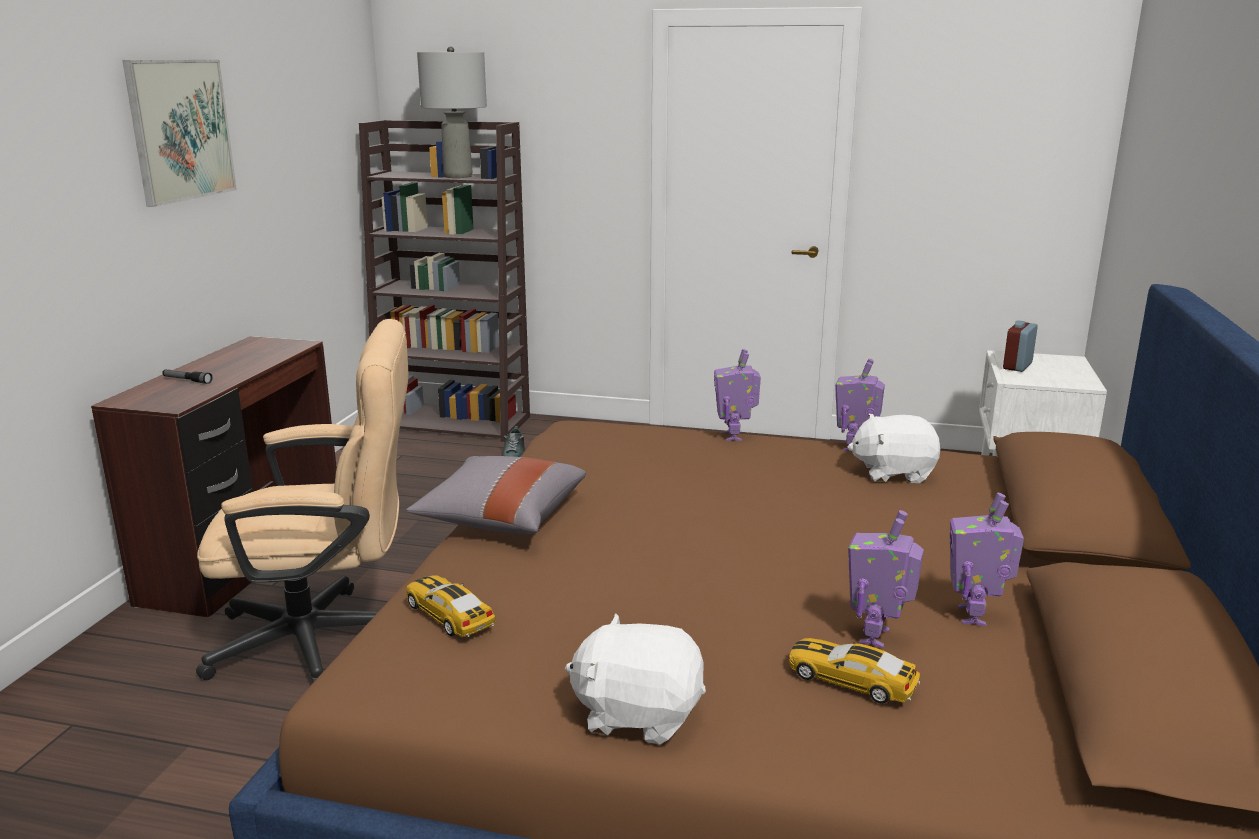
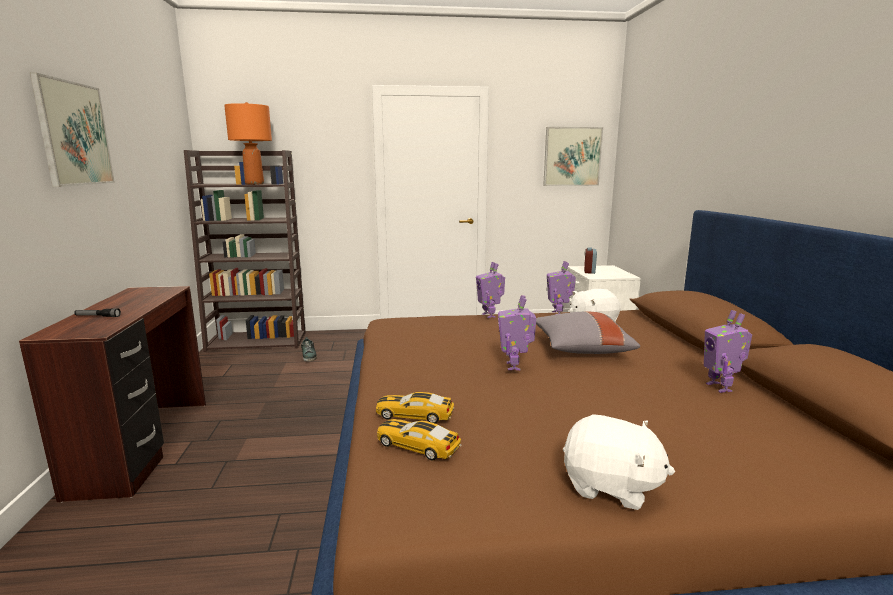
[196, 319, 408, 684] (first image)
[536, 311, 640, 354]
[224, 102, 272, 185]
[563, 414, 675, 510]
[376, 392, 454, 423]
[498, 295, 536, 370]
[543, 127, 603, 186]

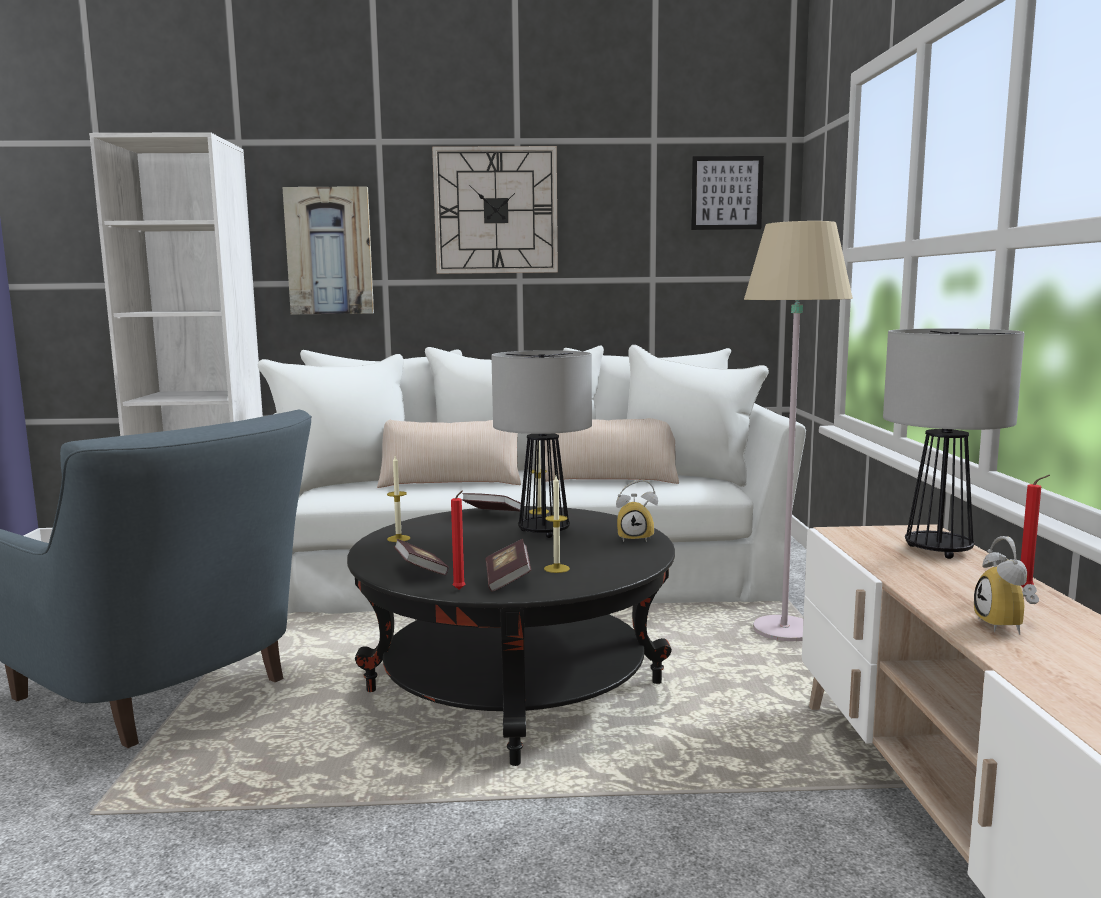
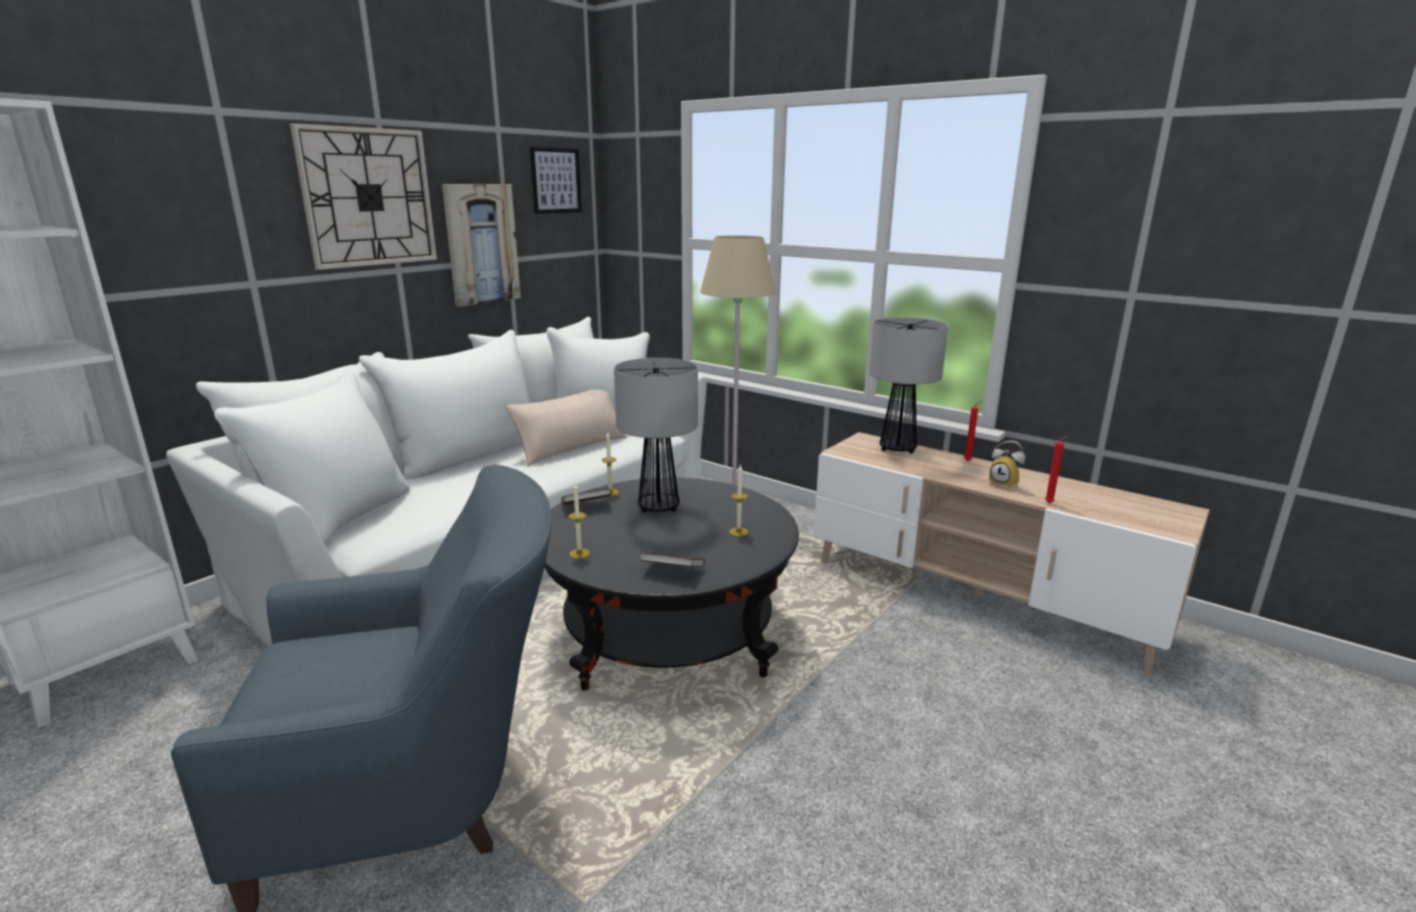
[442, 184, 521, 307]
[377, 420, 521, 488] (first image)
[1045, 436, 1068, 503]
[486, 539, 531, 592] (first image)
[616, 480, 658, 542] (first image)

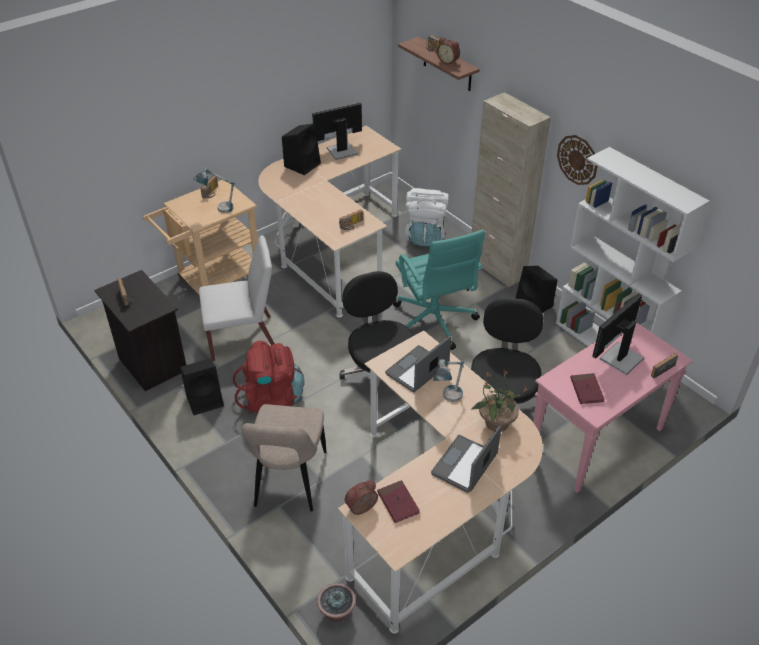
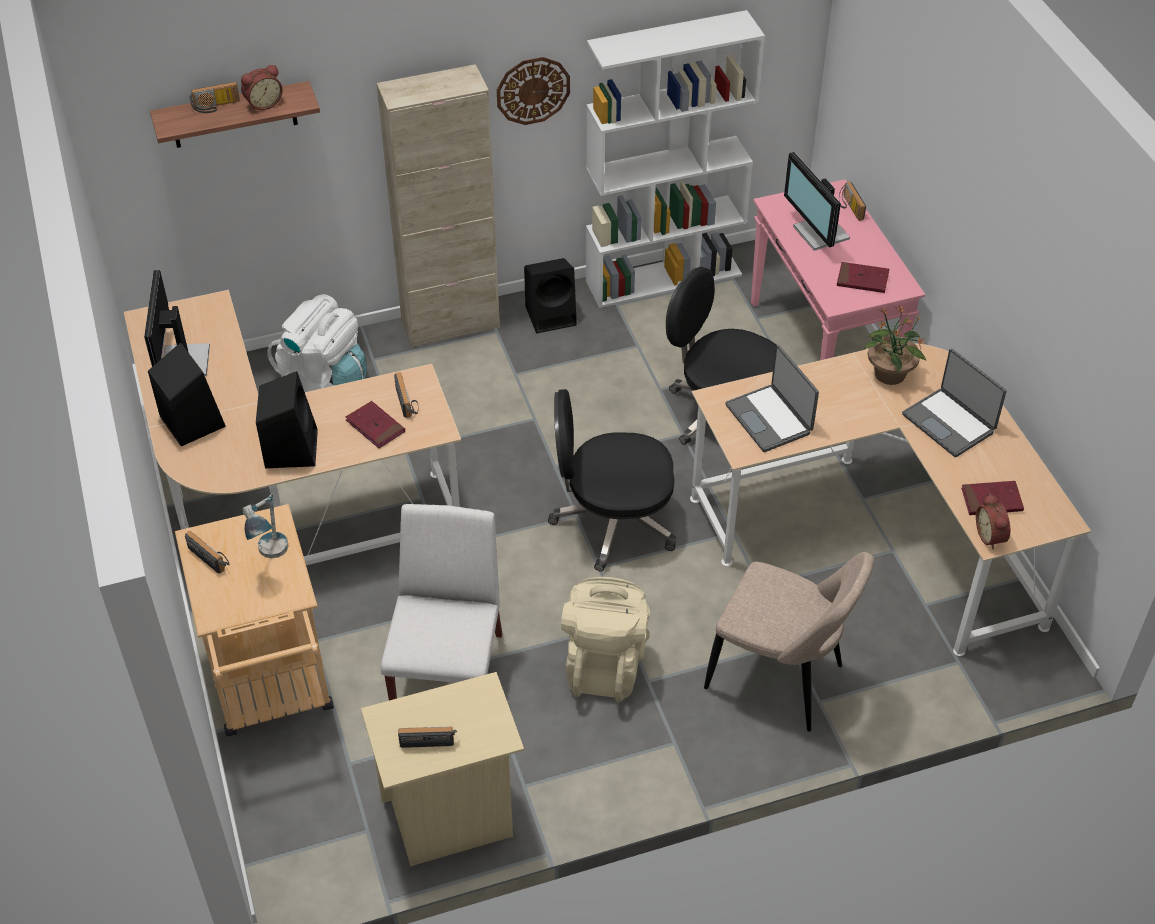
[361, 672, 524, 866]
[256, 371, 318, 468]
[561, 577, 650, 702]
[317, 583, 356, 622] (first image)
[393, 230, 485, 350] (first image)
[433, 359, 464, 402] (first image)
[346, 401, 405, 448]

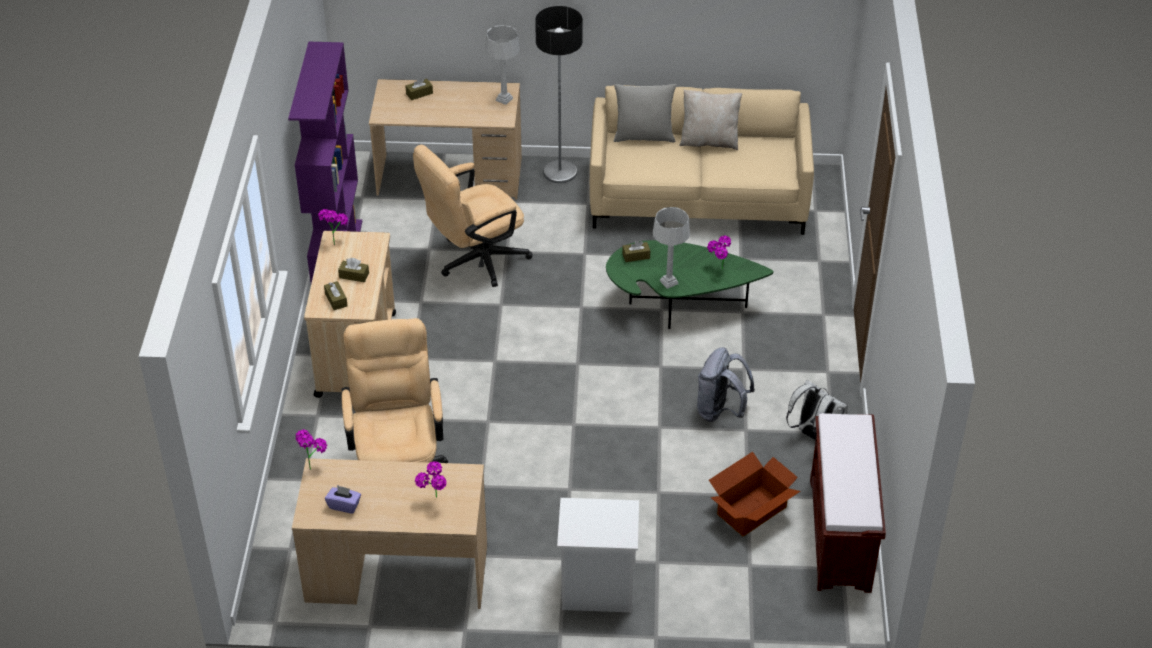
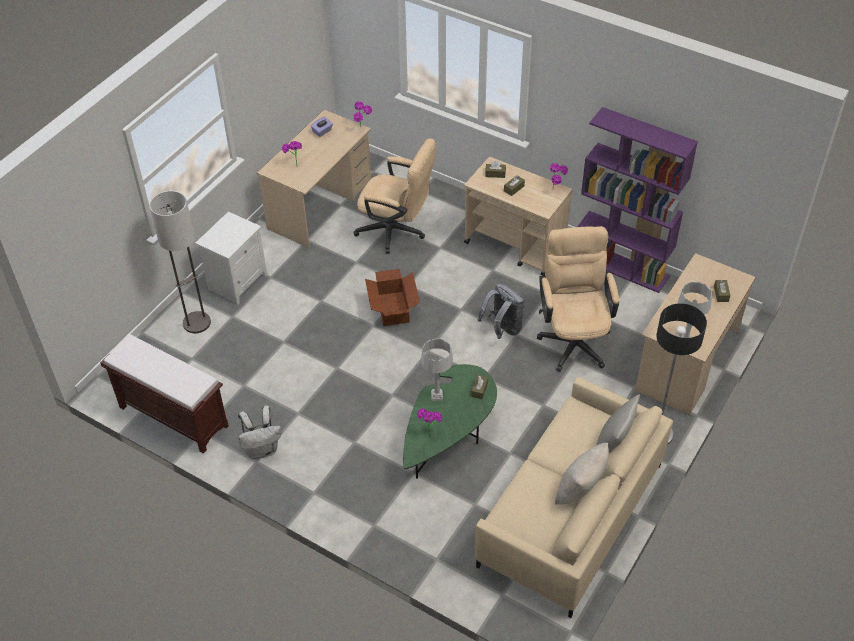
[478, 284, 525, 339]
[365, 269, 420, 326]
[149, 190, 211, 333]

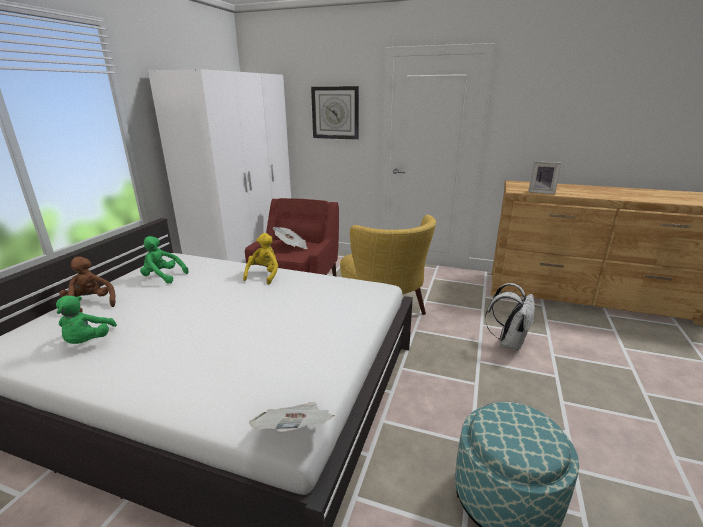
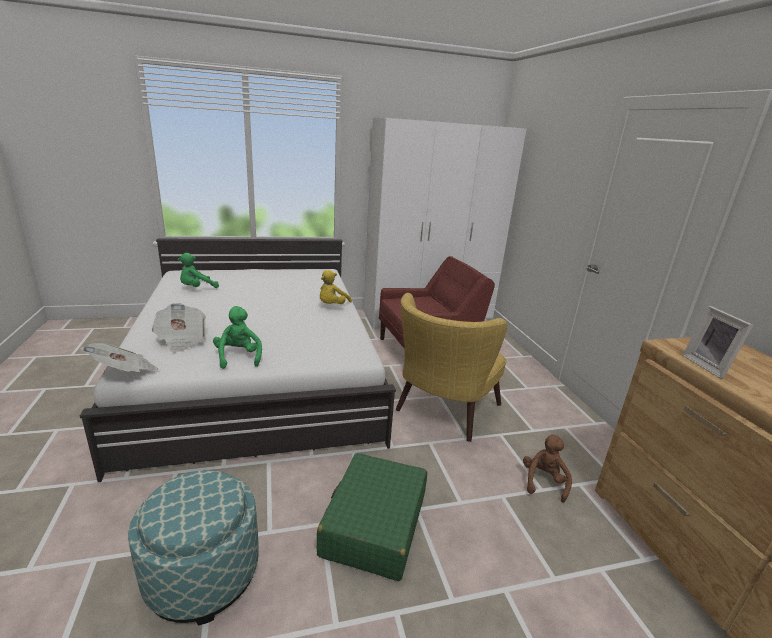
[523, 434, 572, 503]
[213, 306, 262, 369]
[320, 270, 352, 304]
[152, 303, 206, 353]
[311, 86, 359, 140] (first image)
[485, 283, 535, 351] (first image)
[317, 453, 427, 581]

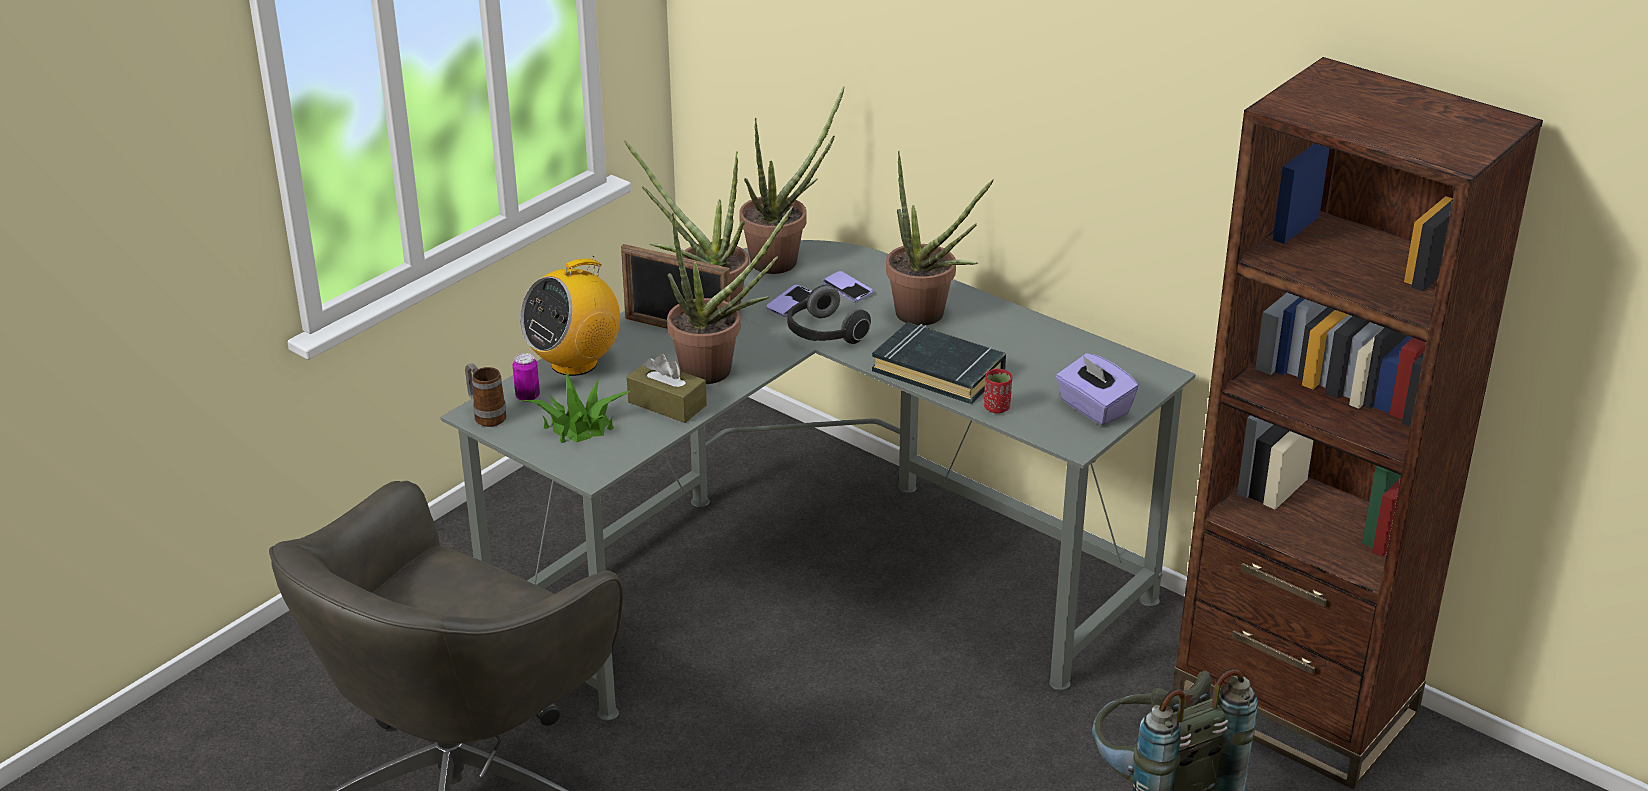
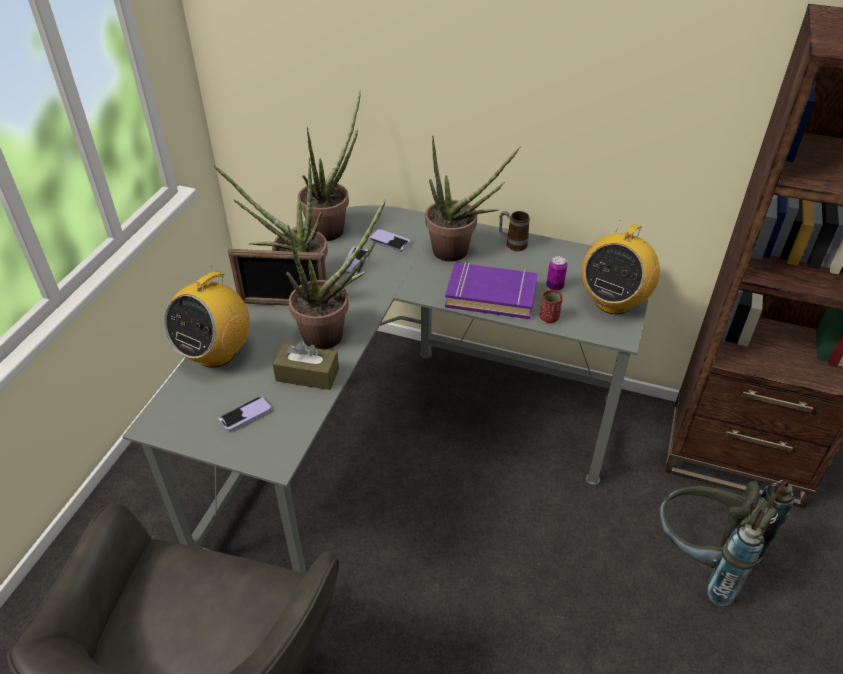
[499, 211, 530, 251]
[547, 256, 567, 291]
[218, 396, 271, 431]
[787, 285, 871, 344] (first image)
[445, 262, 537, 319]
[581, 220, 660, 314]

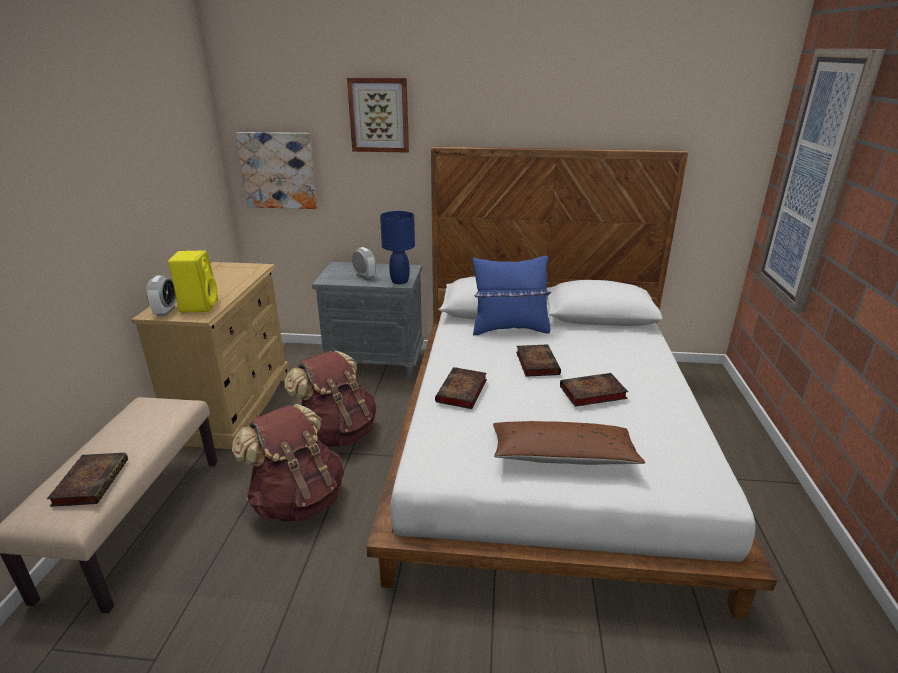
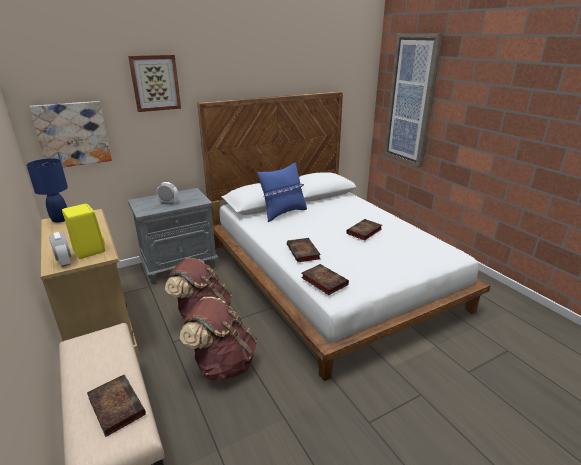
[26, 158, 68, 223]
[493, 421, 645, 465] (first image)
[301, 264, 349, 295]

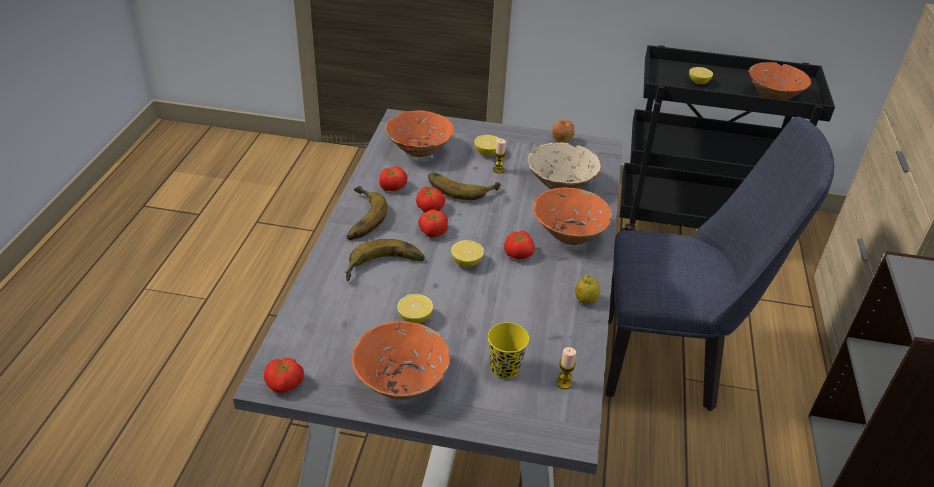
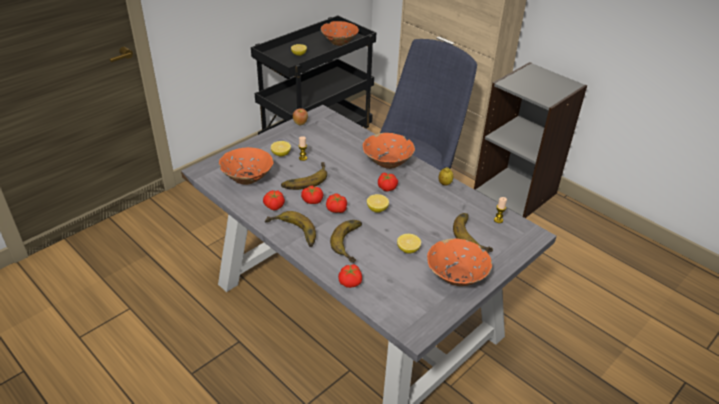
[338, 264, 362, 288]
[453, 213, 493, 253]
[528, 143, 601, 189] (first image)

